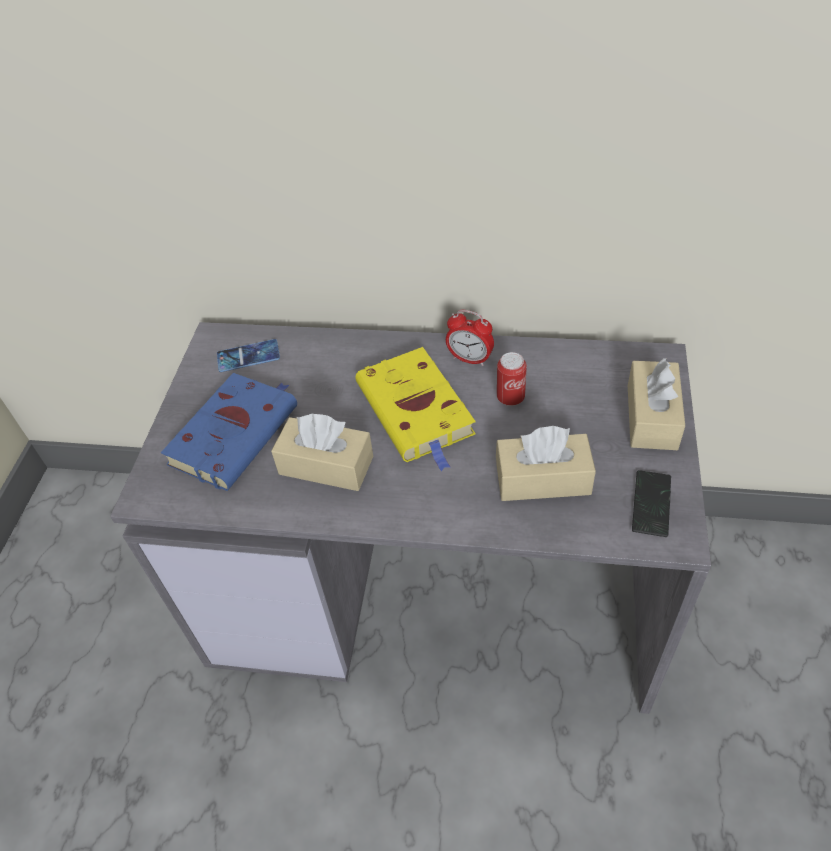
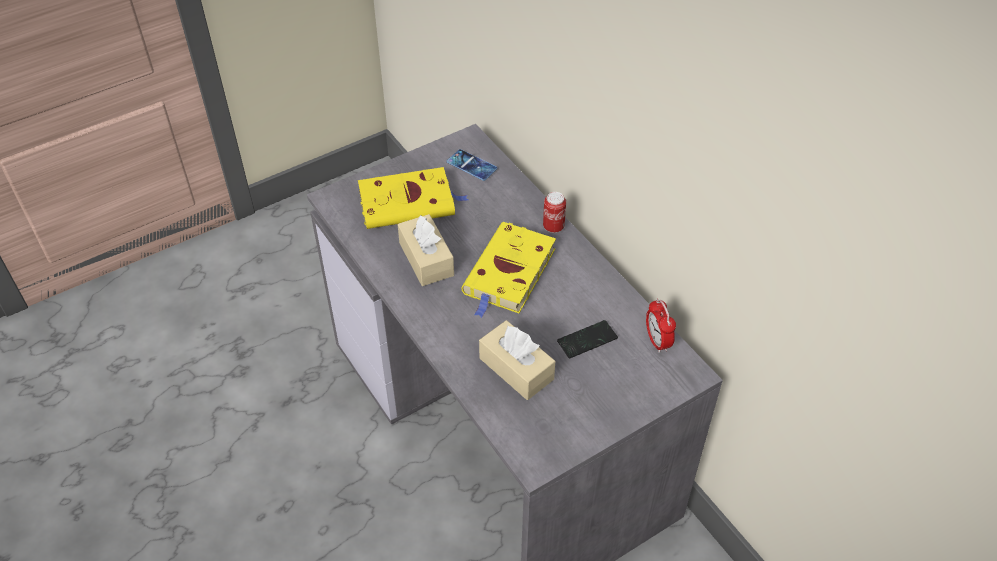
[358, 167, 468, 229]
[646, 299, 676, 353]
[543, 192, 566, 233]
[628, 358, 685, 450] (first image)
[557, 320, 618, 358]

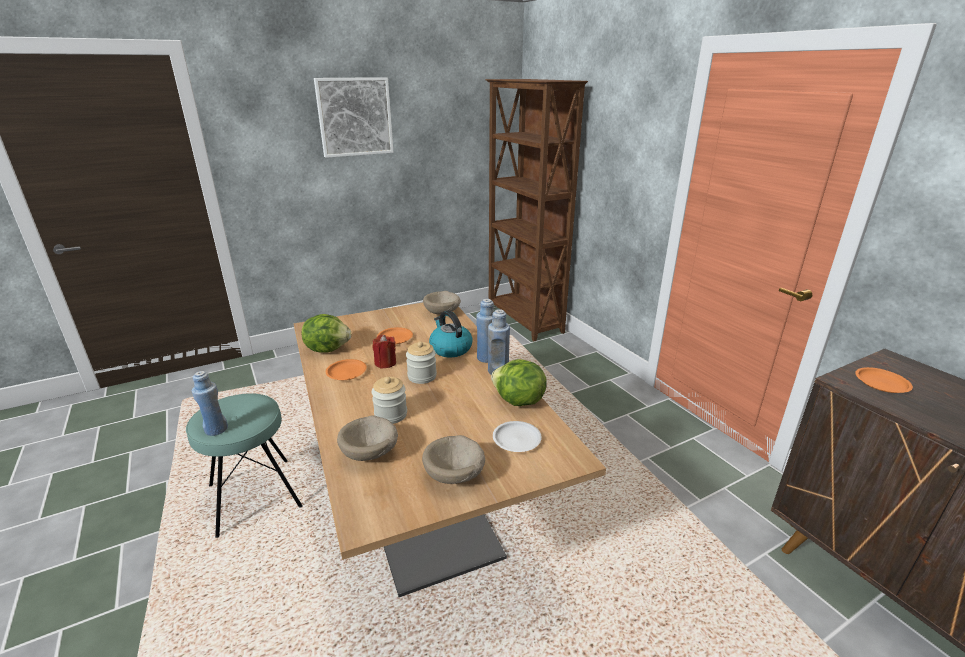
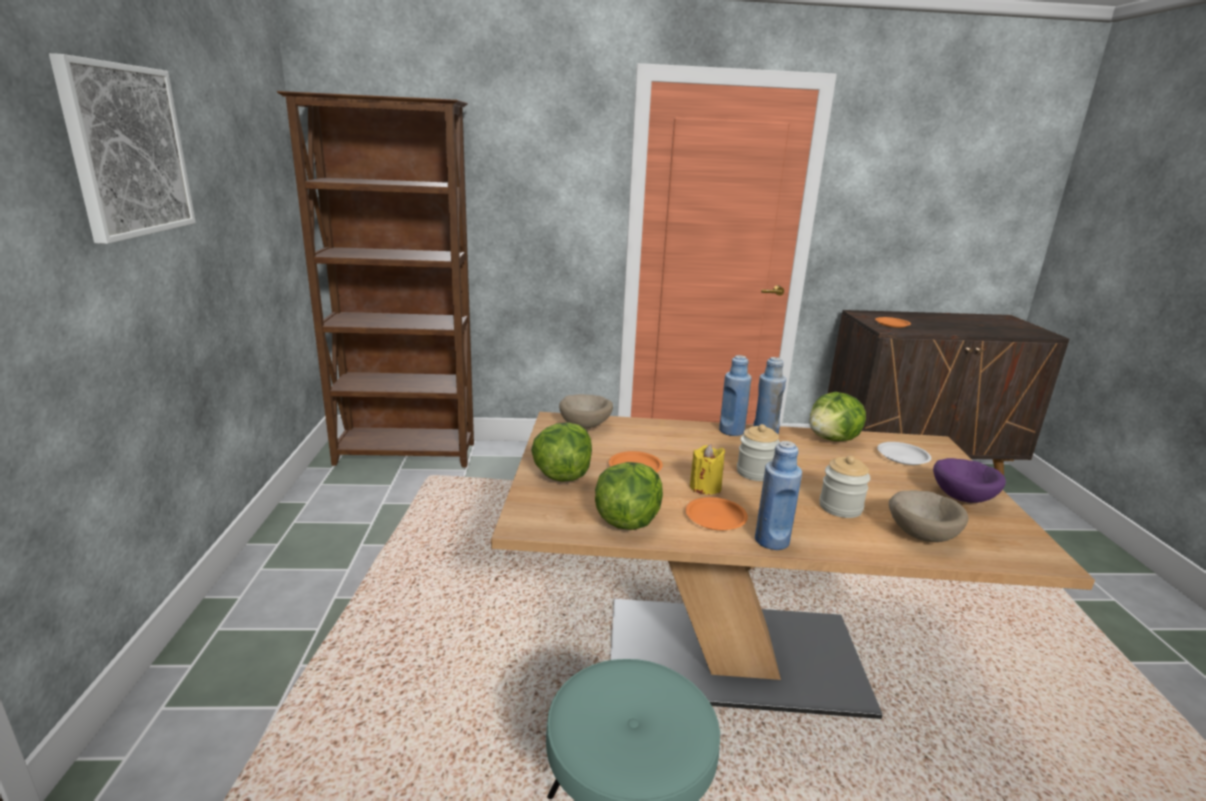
[755, 441, 802, 550]
[690, 444, 725, 495]
[933, 458, 1006, 503]
[429, 310, 473, 357] (first image)
[531, 422, 592, 482]

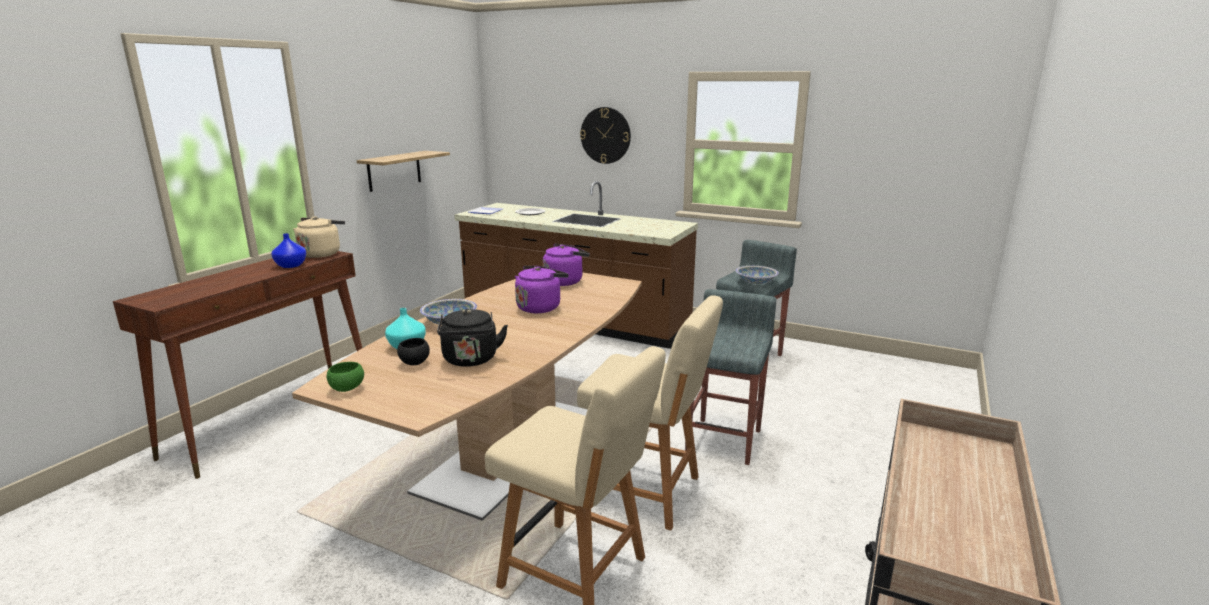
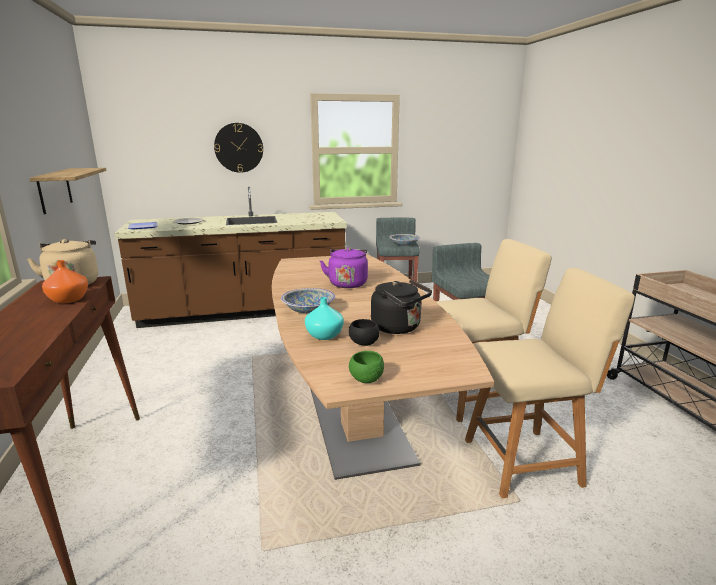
[42, 260, 88, 303]
[543, 243, 590, 286] (first image)

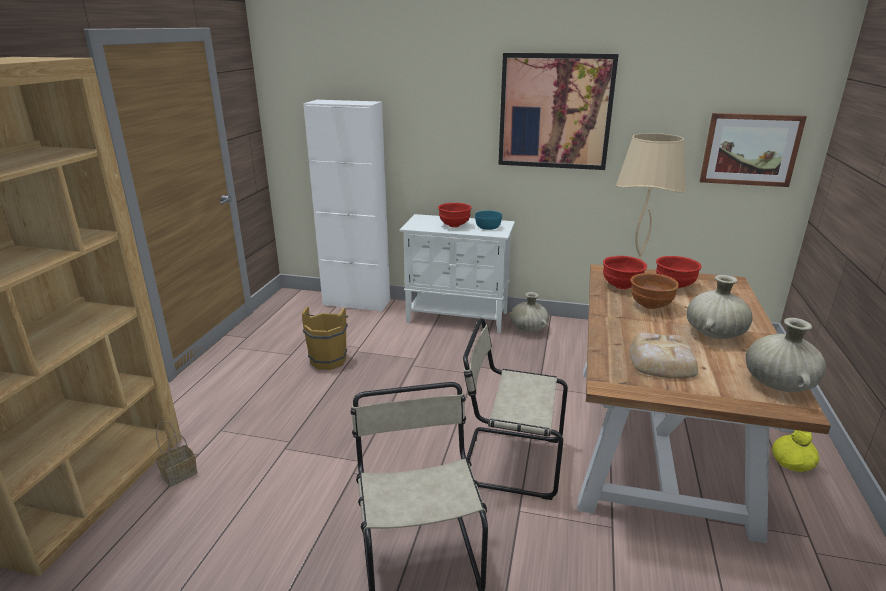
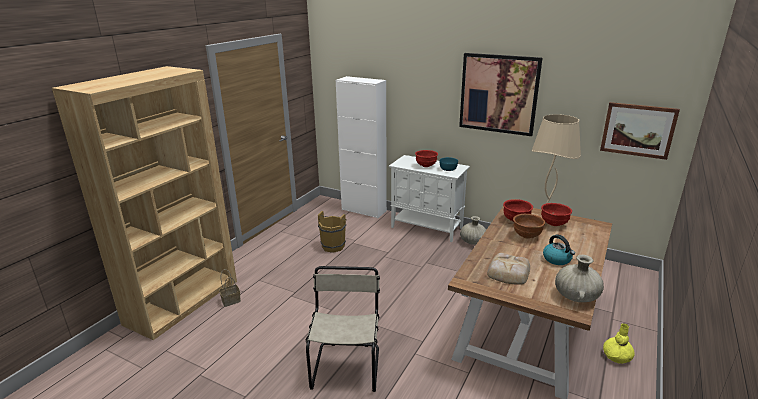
[463, 318, 568, 500] (first image)
[543, 235, 575, 265]

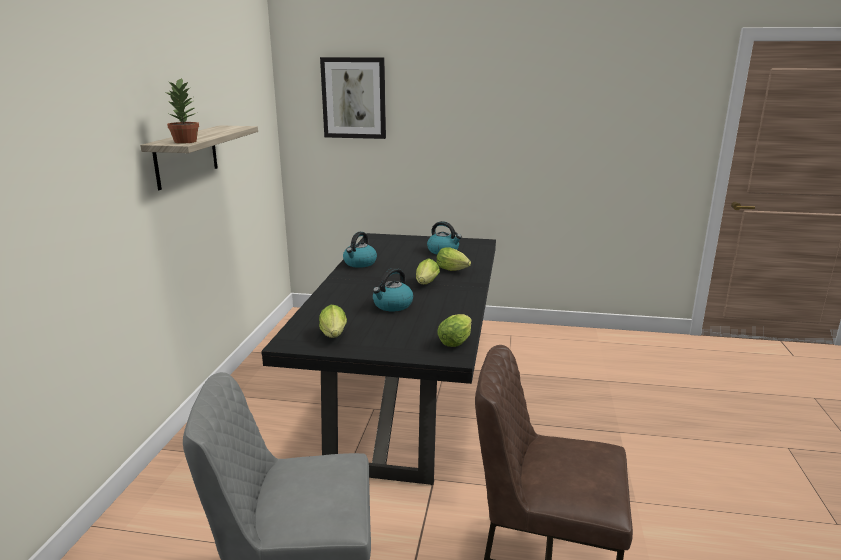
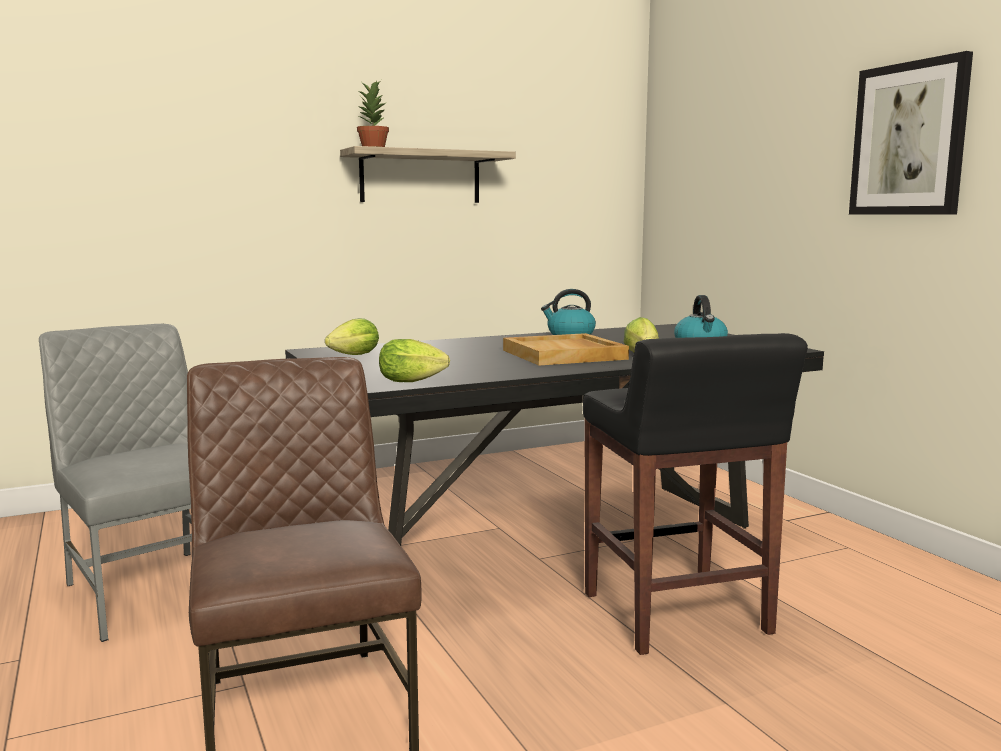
[849, 51, 973, 215]
[373, 268, 413, 311] (first image)
[503, 333, 629, 365]
[583, 333, 808, 655]

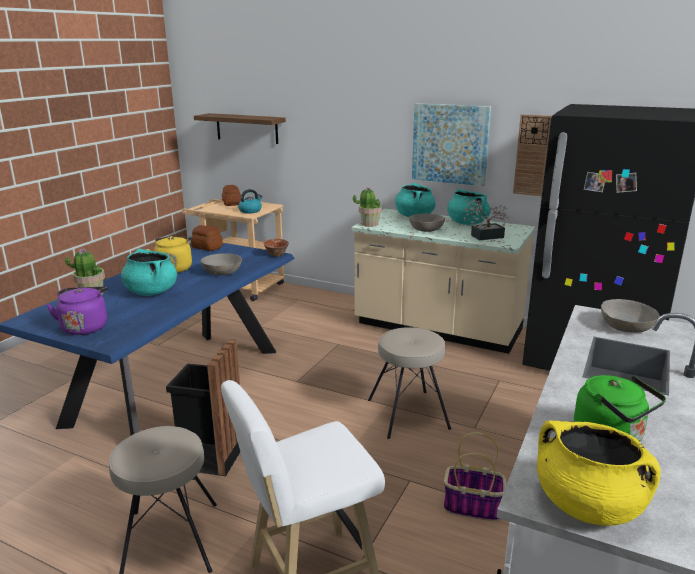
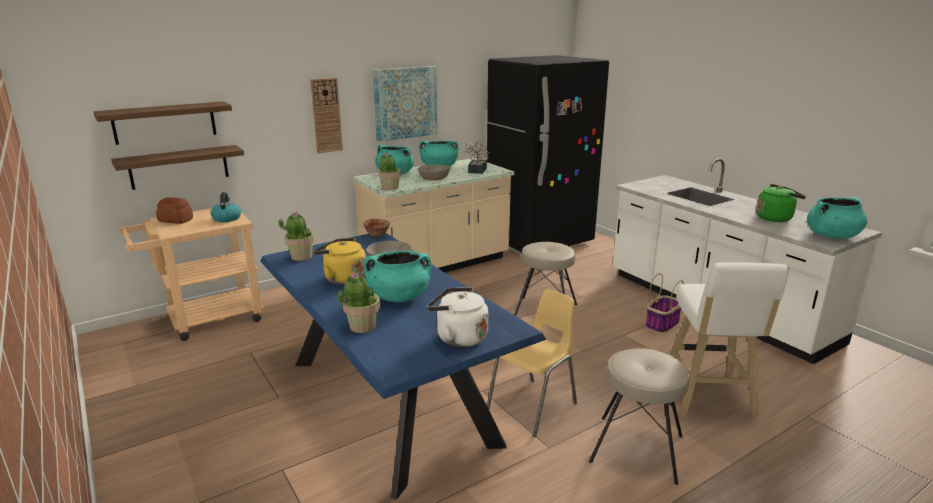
[427, 287, 488, 347]
[487, 289, 577, 437]
[279, 211, 315, 261]
[310, 78, 343, 153]
[807, 197, 867, 239]
[601, 299, 660, 333] (first image)
[111, 145, 244, 190]

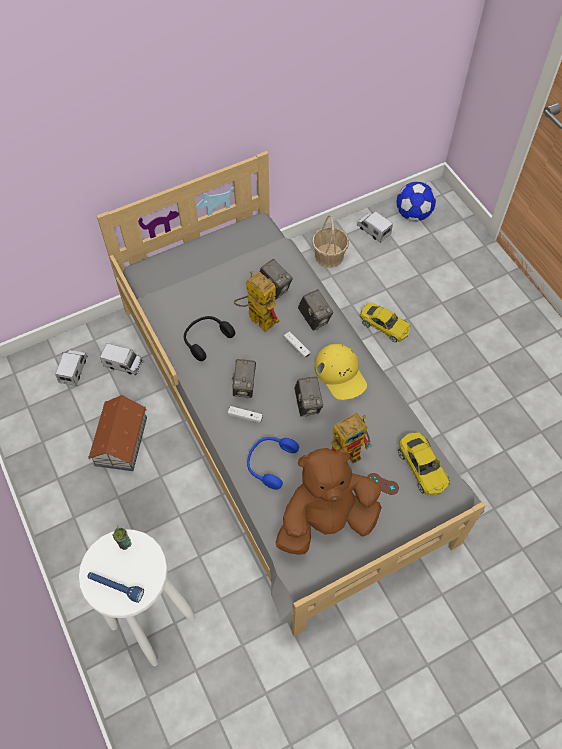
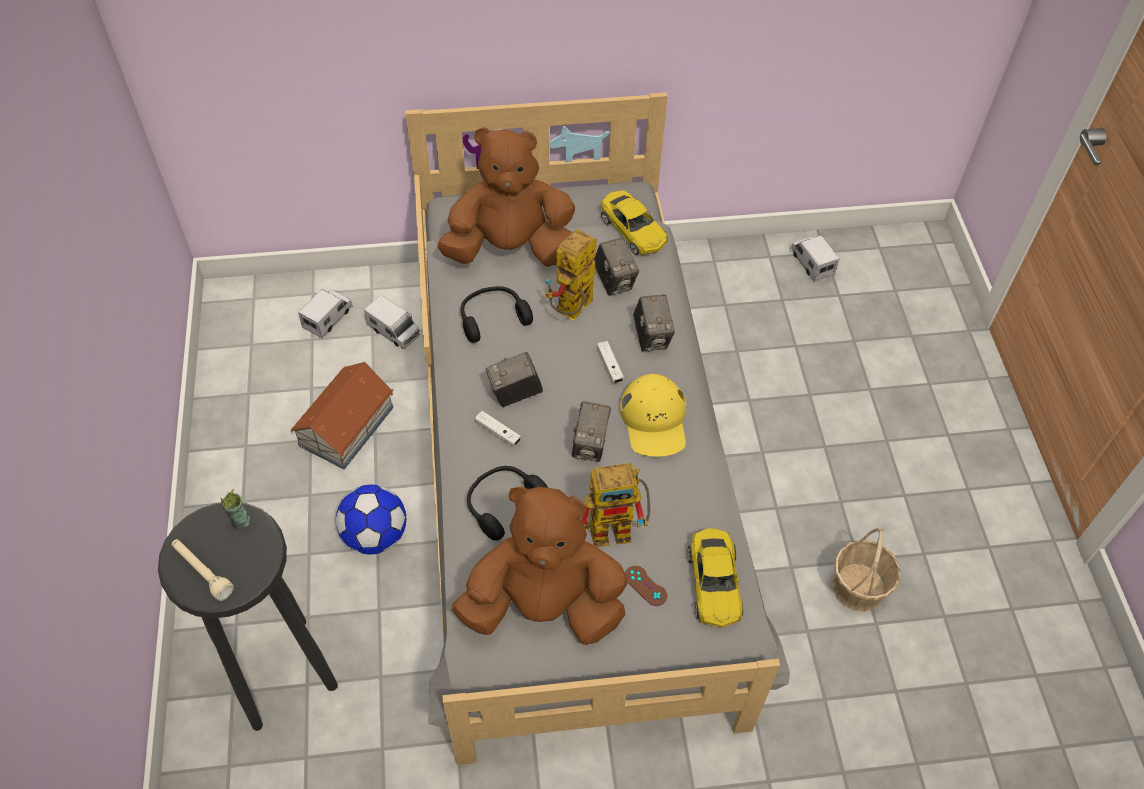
[158, 502, 338, 731]
[172, 539, 234, 601]
[486, 352, 543, 407]
[545, 228, 597, 320]
[467, 466, 548, 541]
[833, 528, 901, 612]
[600, 190, 668, 255]
[336, 484, 406, 555]
[437, 127, 575, 267]

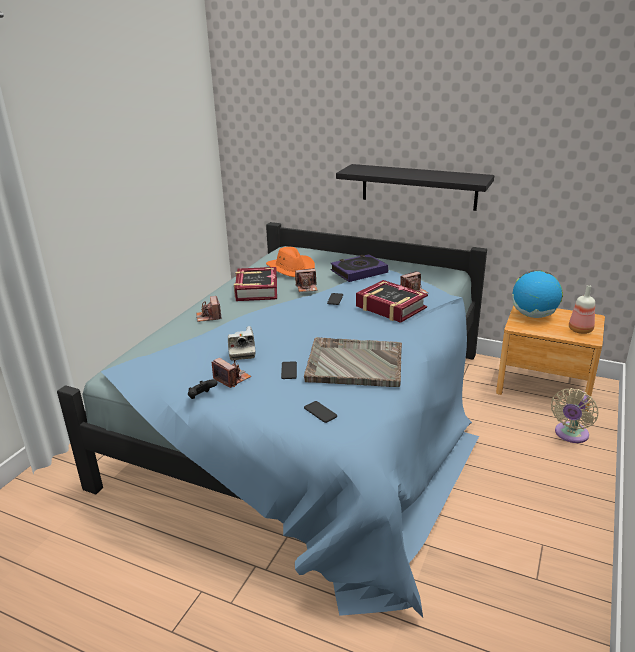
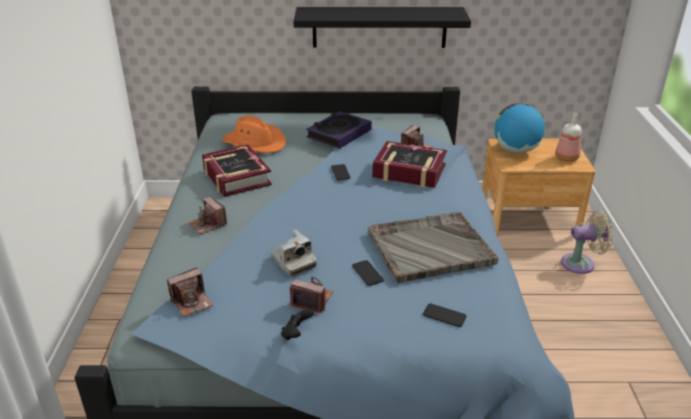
[167, 267, 213, 317]
[561, 210, 613, 274]

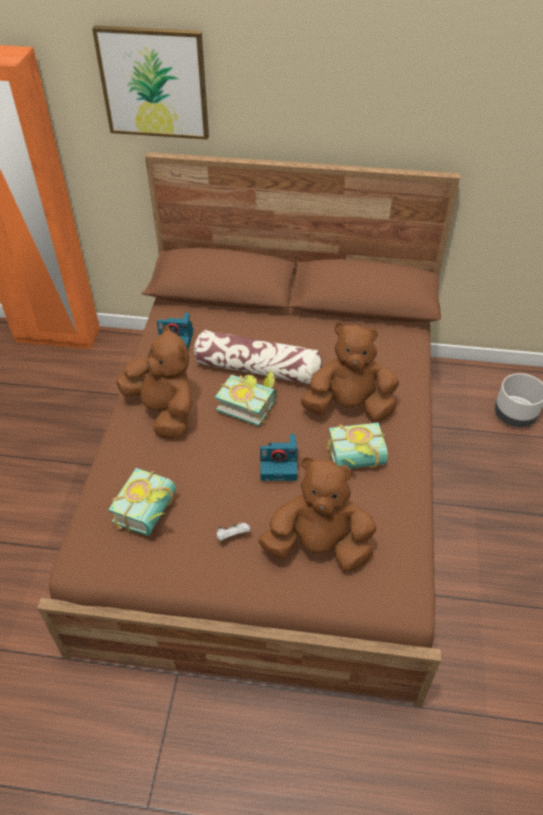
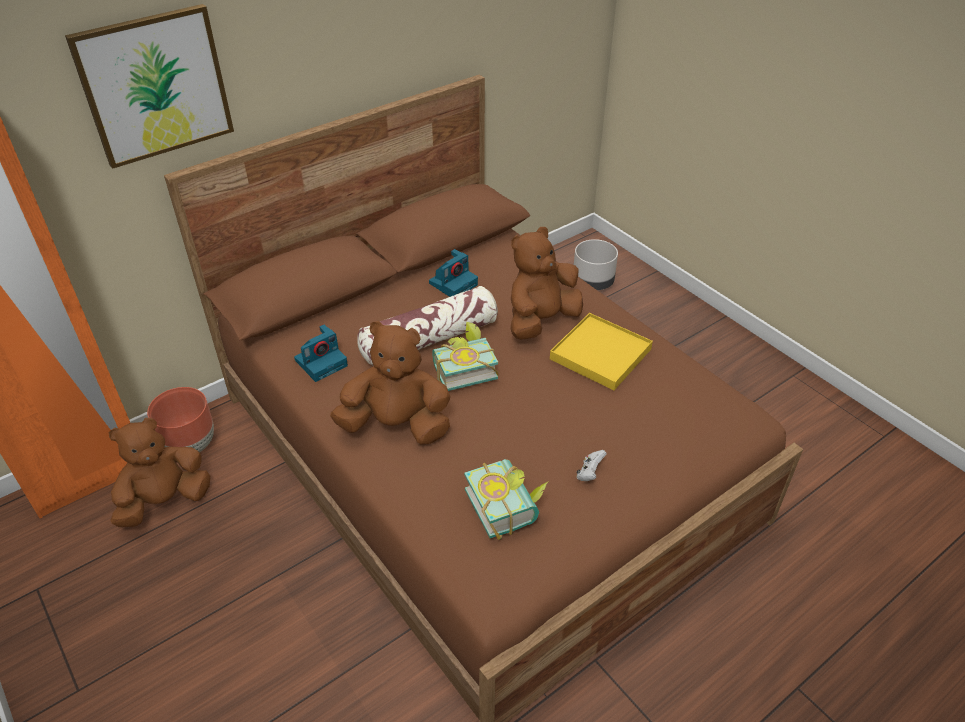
[109, 418, 210, 527]
[429, 249, 478, 297]
[550, 313, 653, 390]
[147, 387, 214, 452]

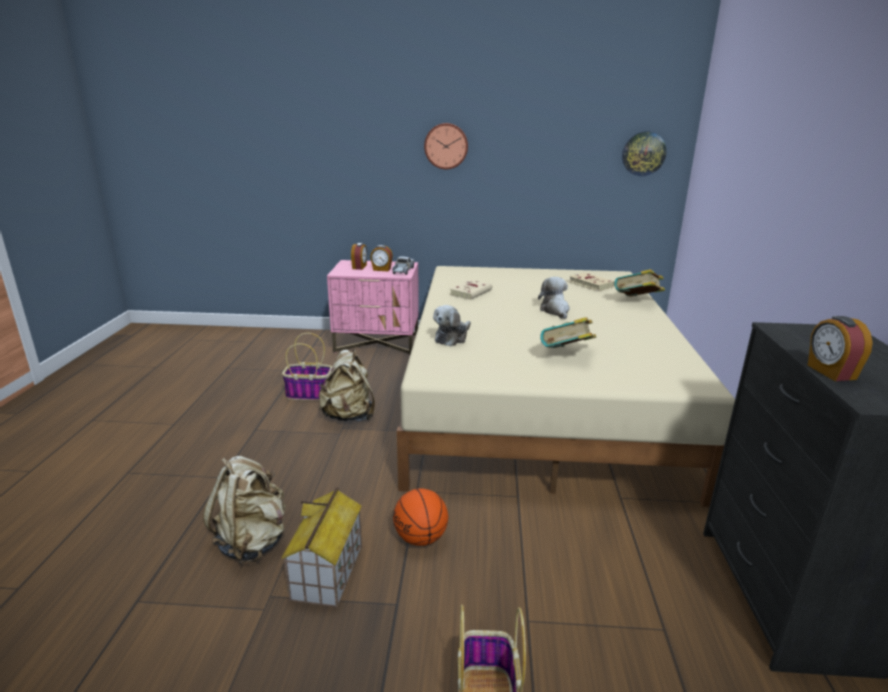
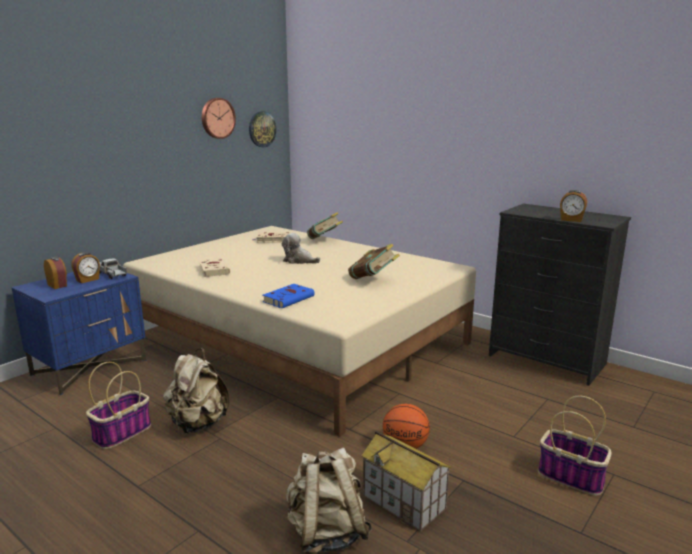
[11, 272, 146, 395]
[202, 98, 236, 139]
[263, 284, 315, 308]

